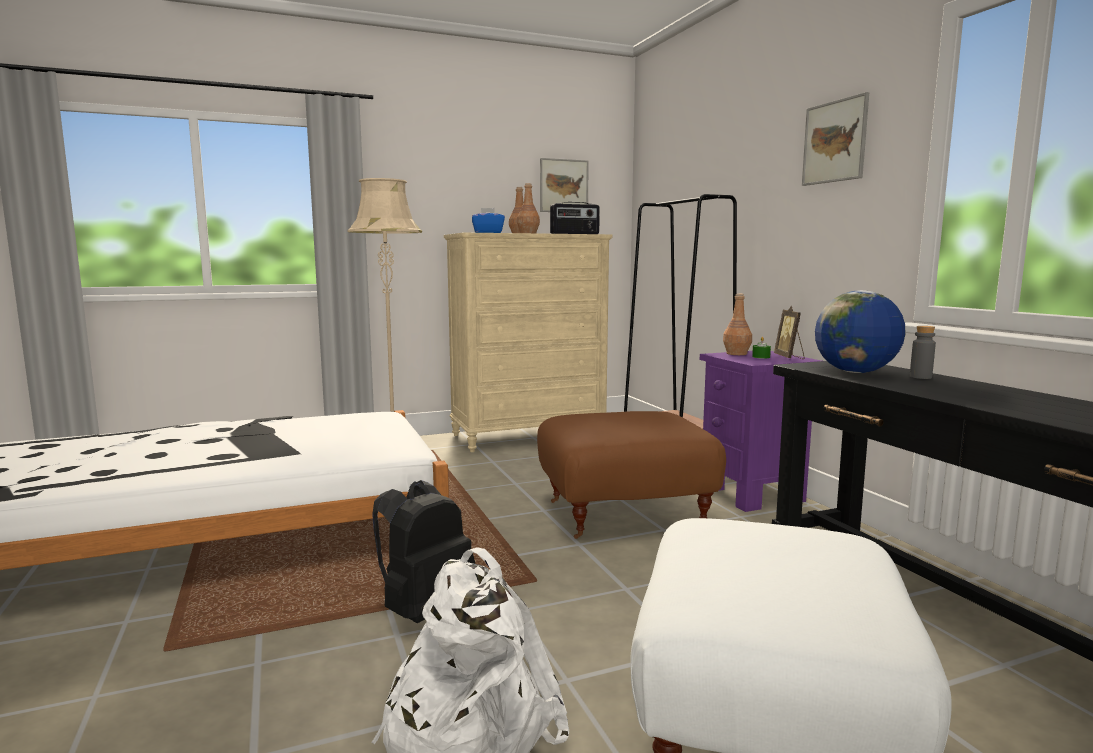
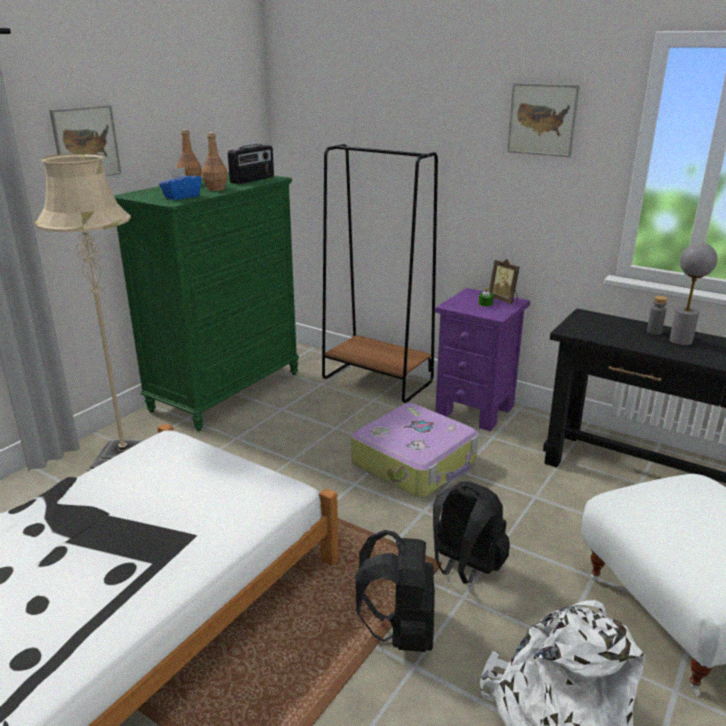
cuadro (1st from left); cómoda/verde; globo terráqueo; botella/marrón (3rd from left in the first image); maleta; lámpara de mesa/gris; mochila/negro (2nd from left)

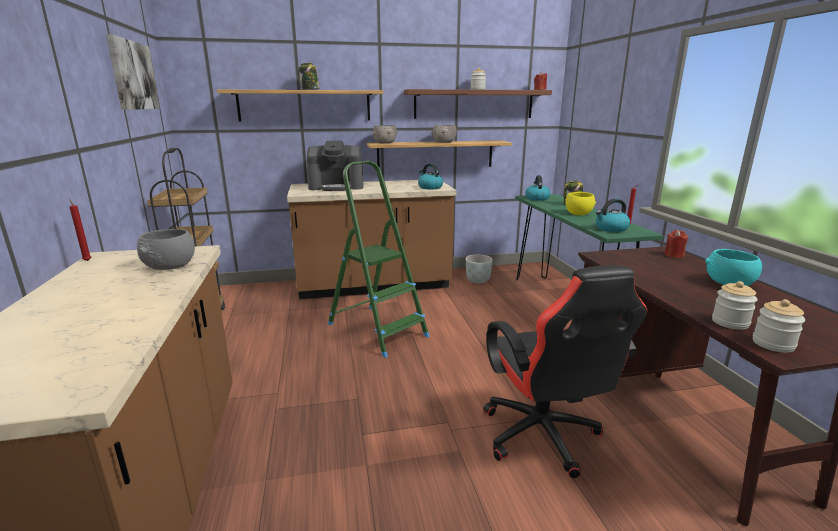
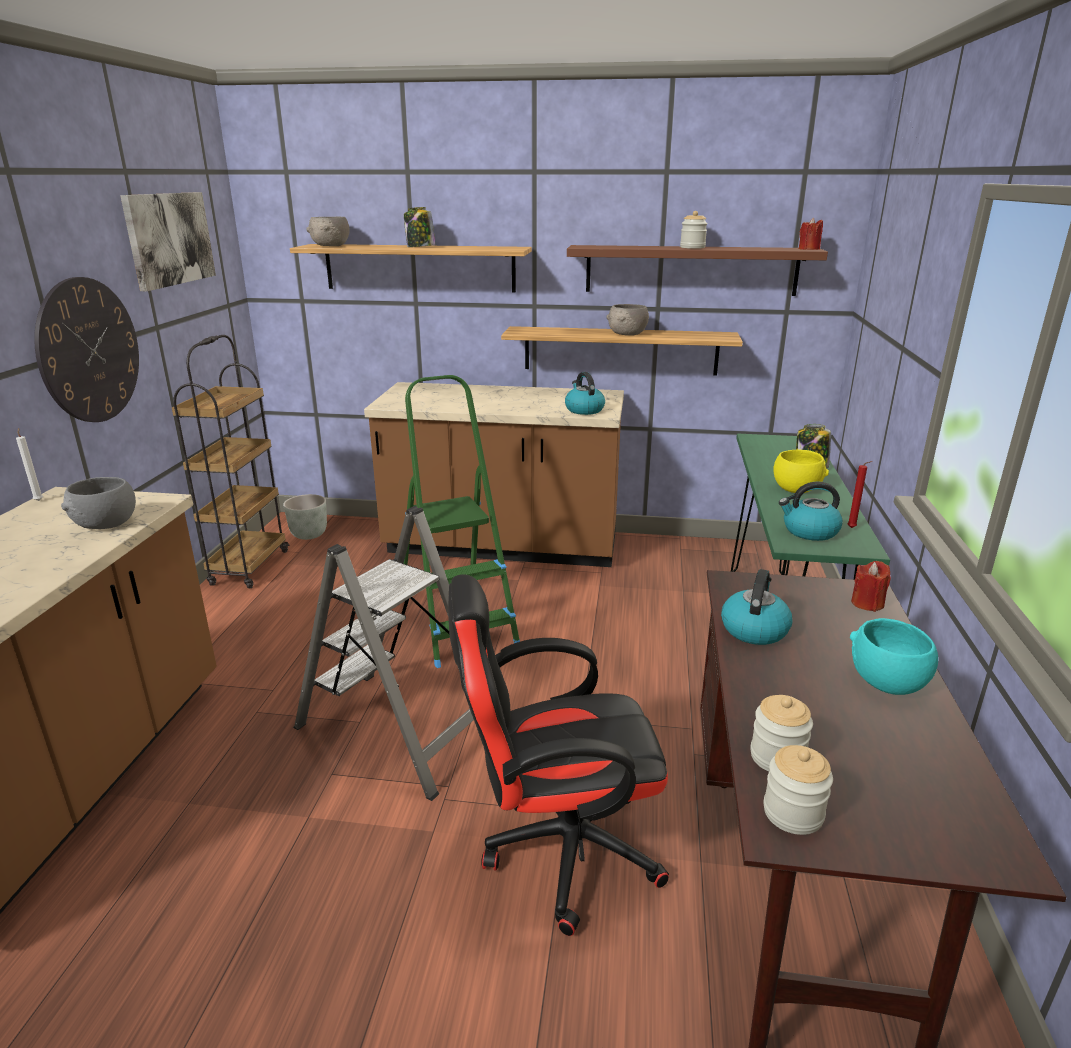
cuenco/gris (2nd from left); cafetera; hervidor (2nd from left); vela/blanco; maceta/gris; silla de oficina/negro; reloj de pared; escalera de tijera/gris

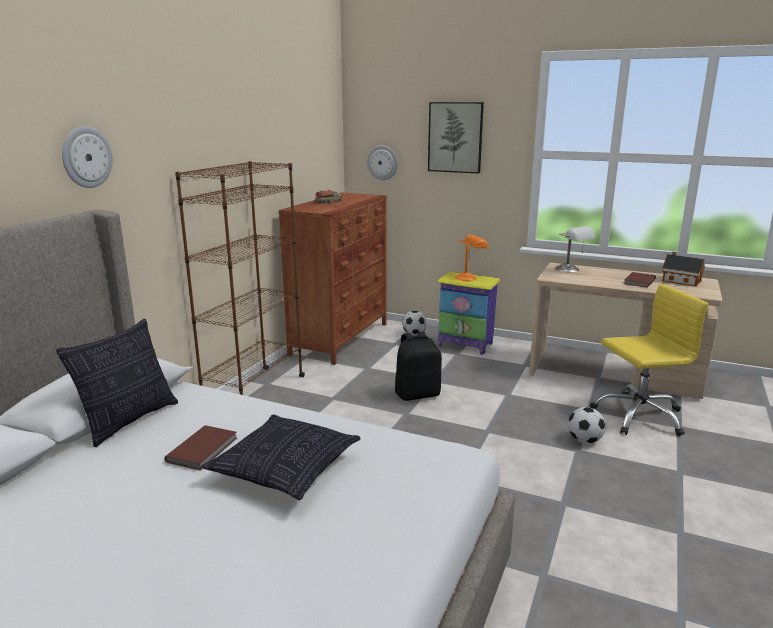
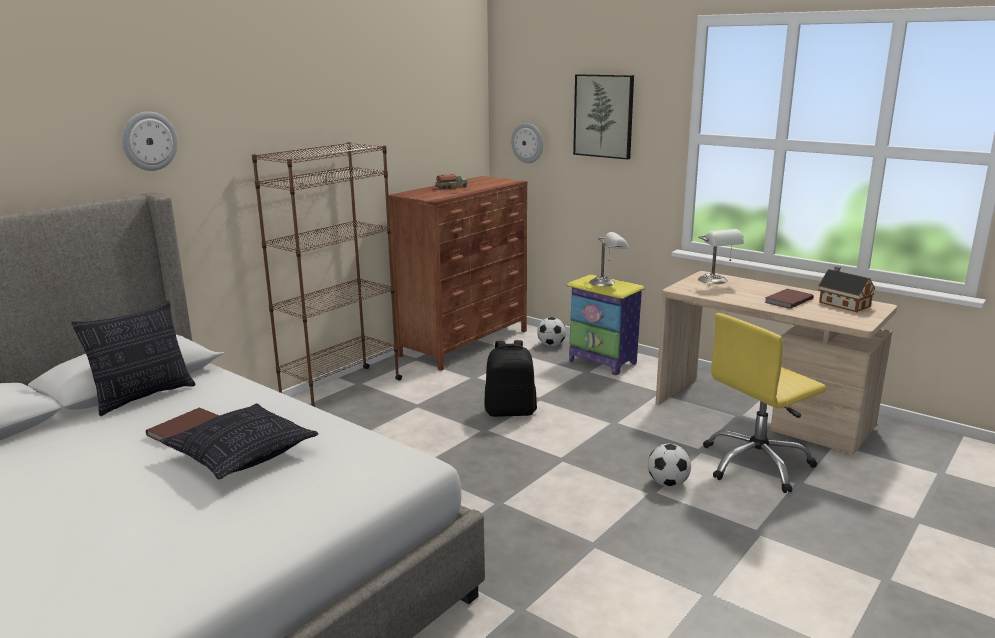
lámpara de mesa/blanco (1st from left); silla de oficina/amarillo

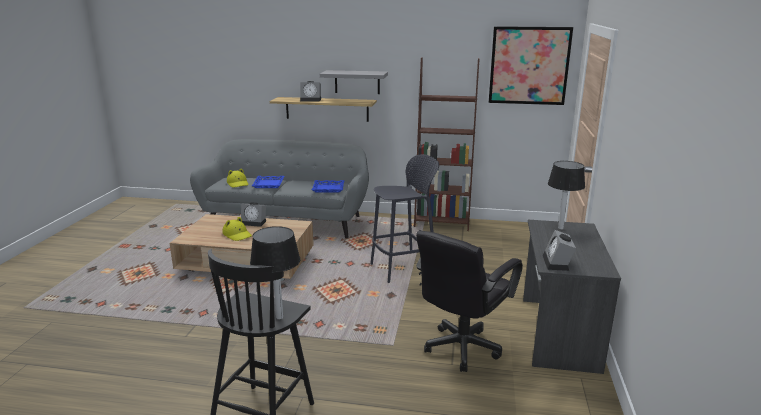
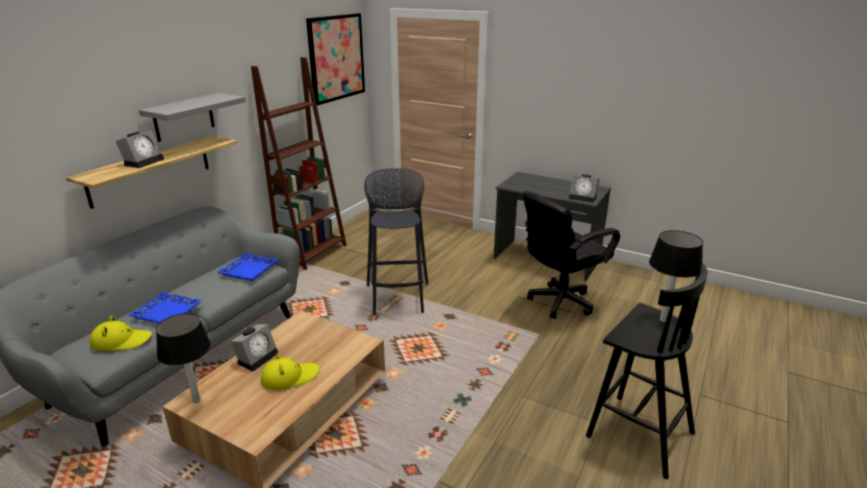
lámpara de mesa (1st from left); silla de oficina/negro

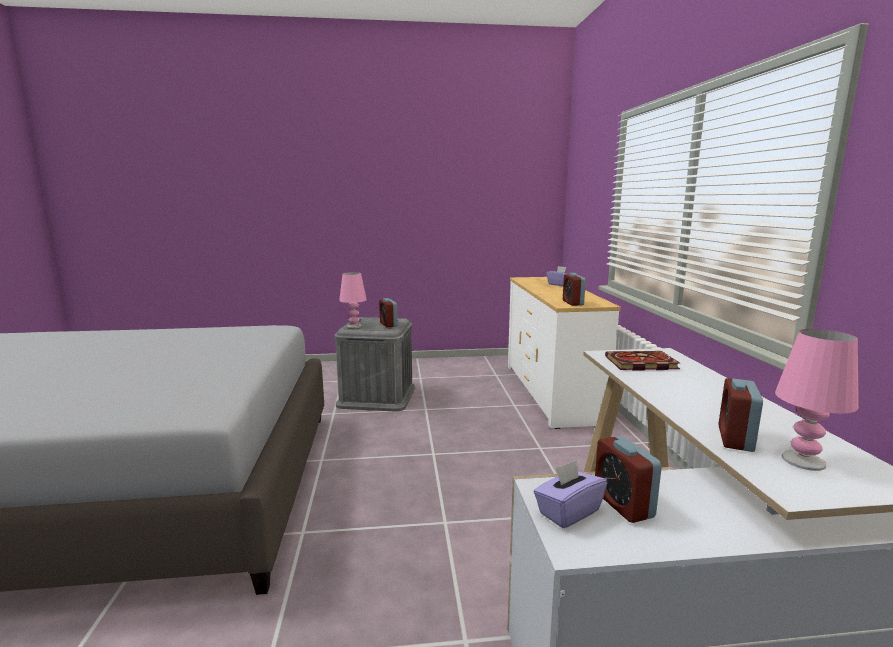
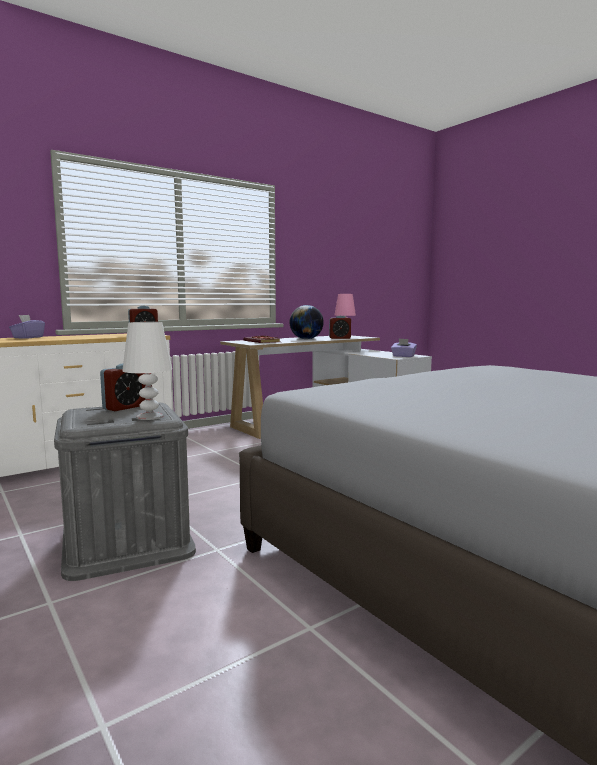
lámpara de mesa/blanco; despertador (3rd from left in the first image); globo terráqueo

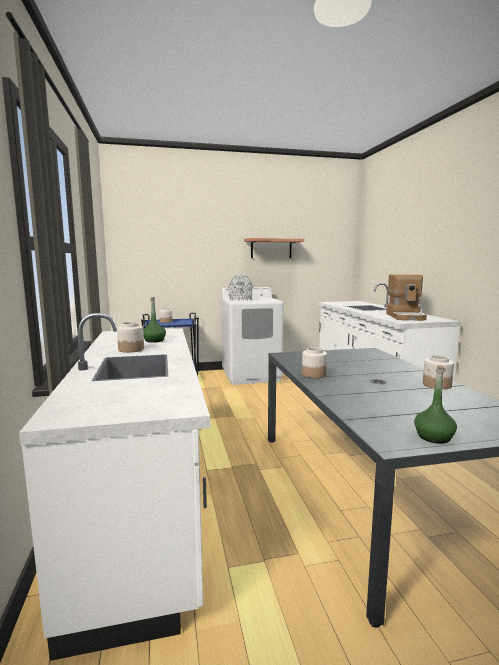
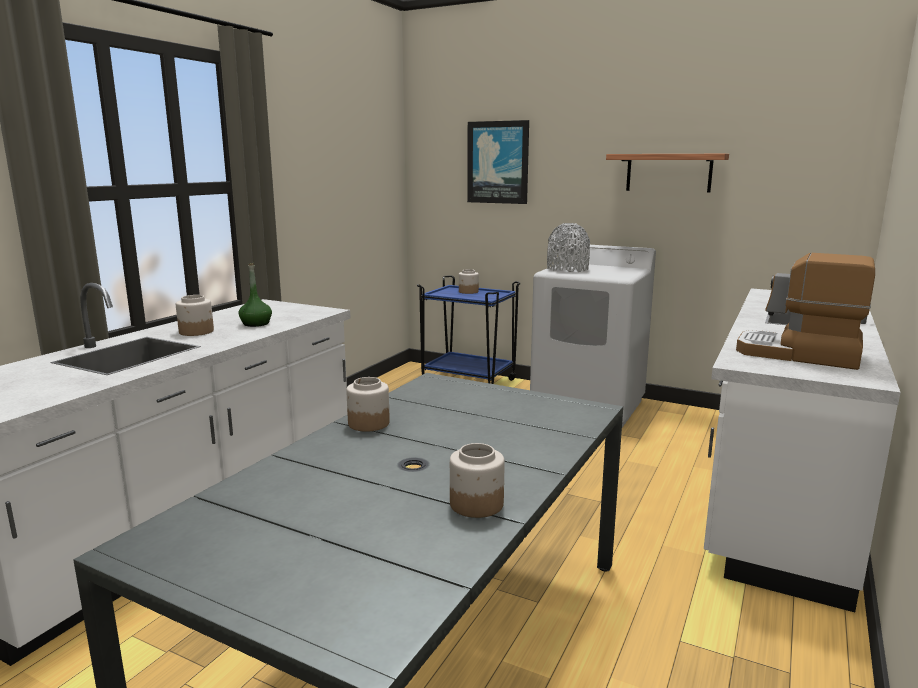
cafetera; botella/verde (2nd from left in the first image); cuadro

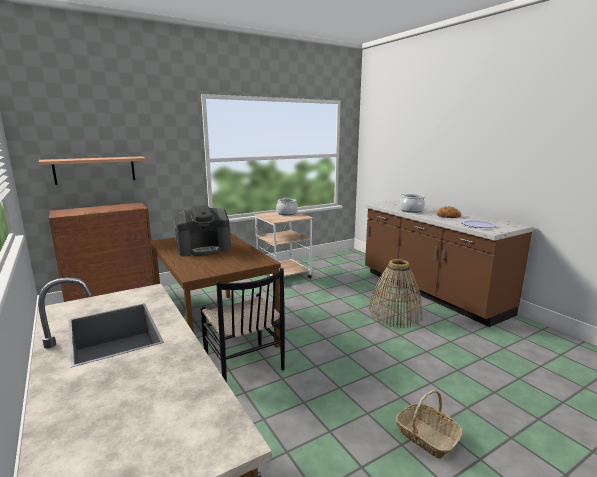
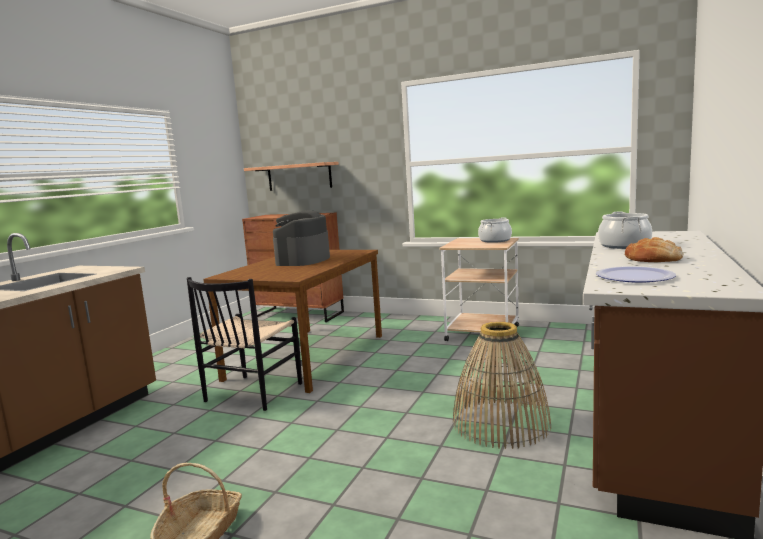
cafetera

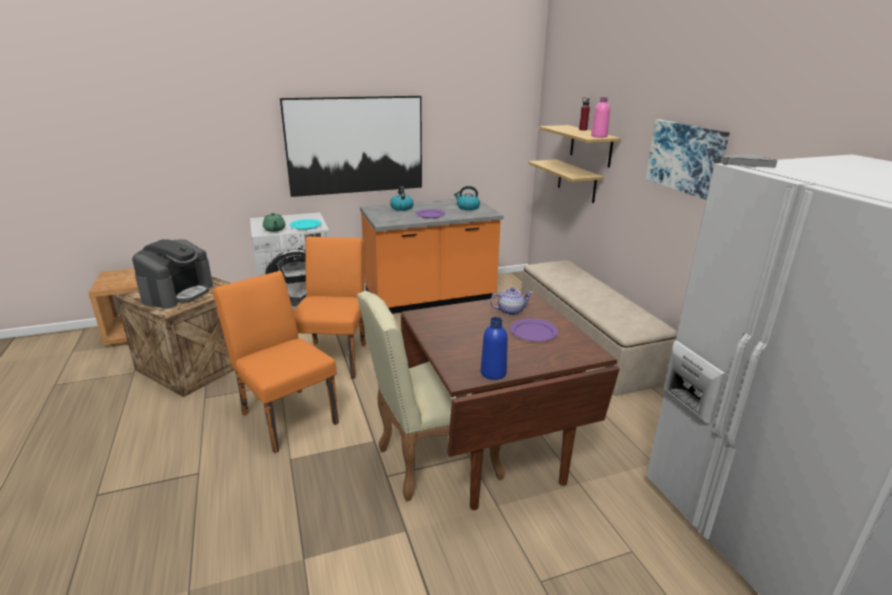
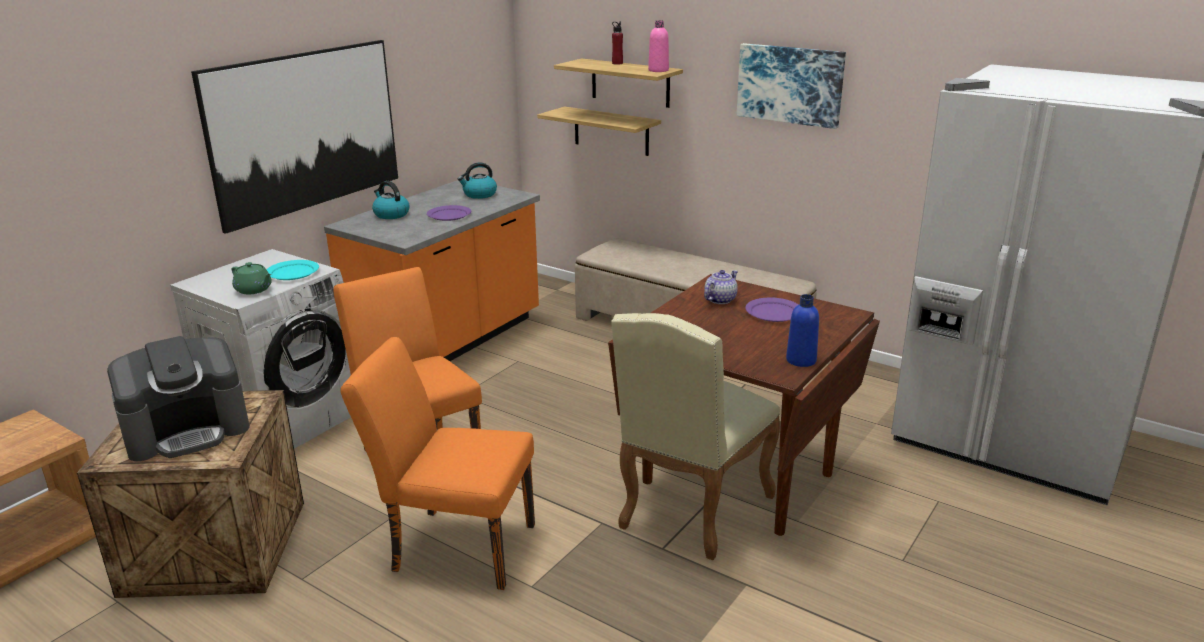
cafetera

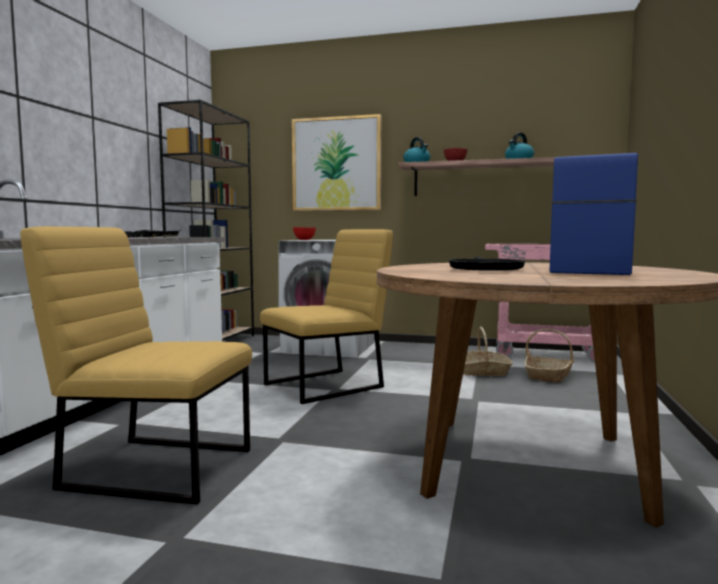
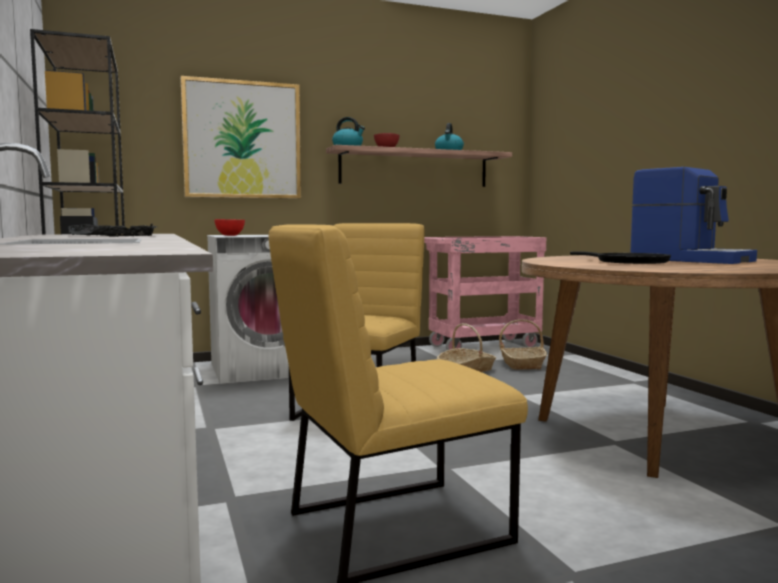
cafetera

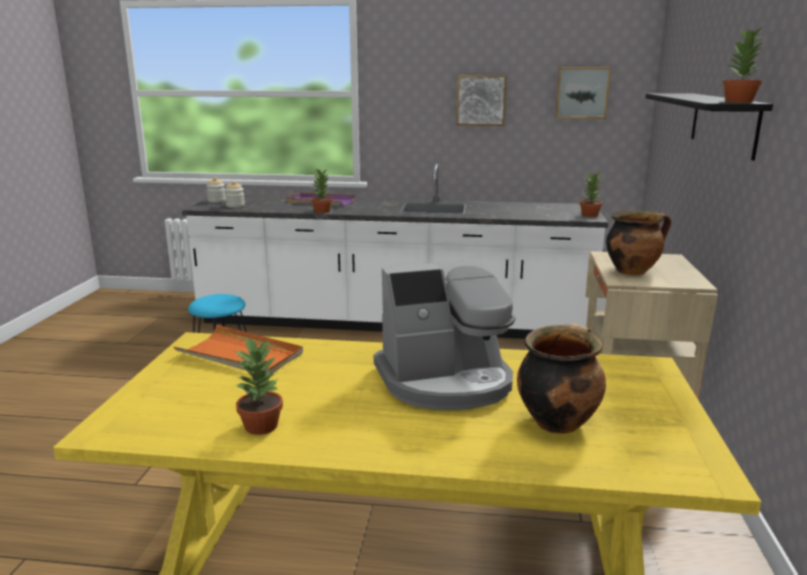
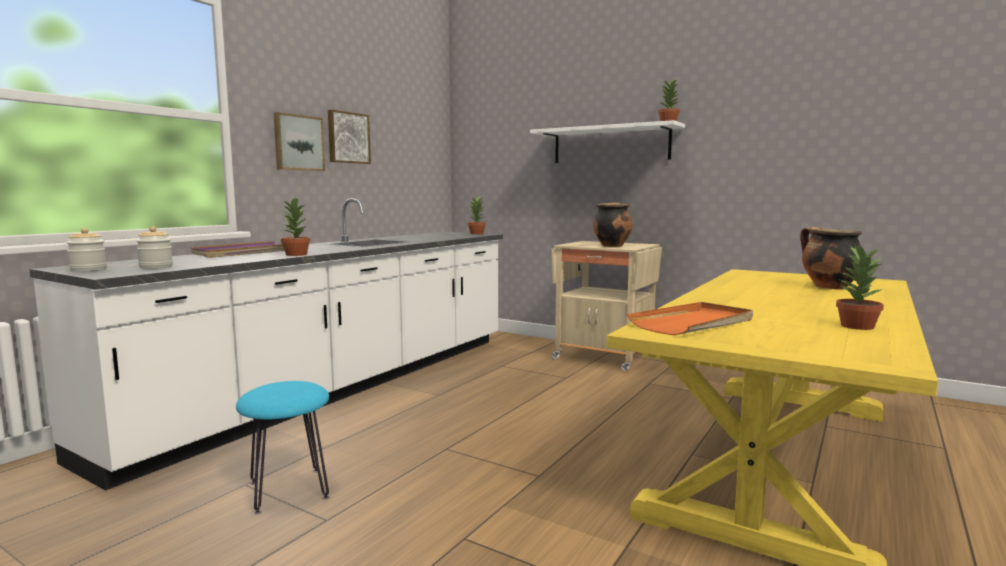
cuadro (1st from left); estante/blanco; cafetera

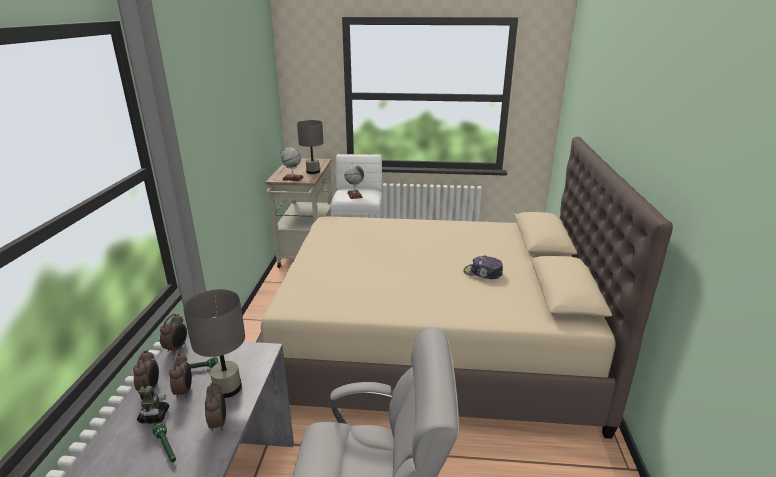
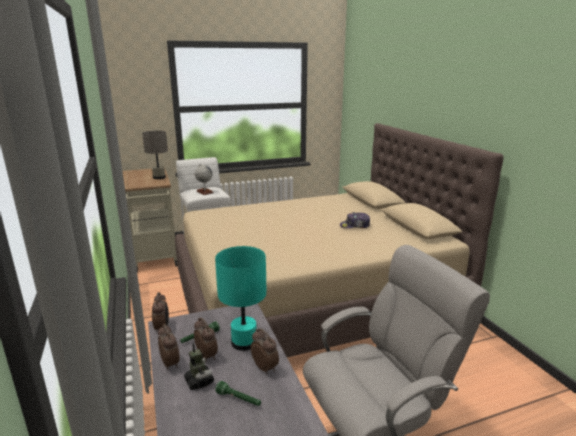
globo terráqueo (1st from left in the first image); lámpara de mesa/turquesa

